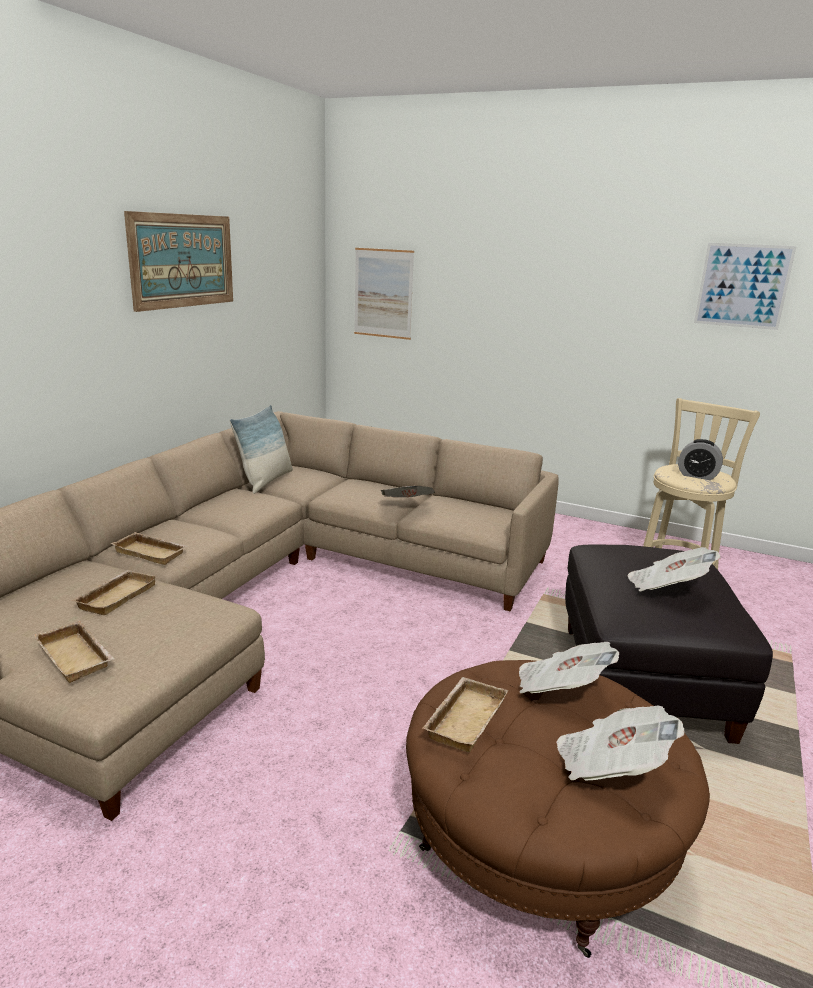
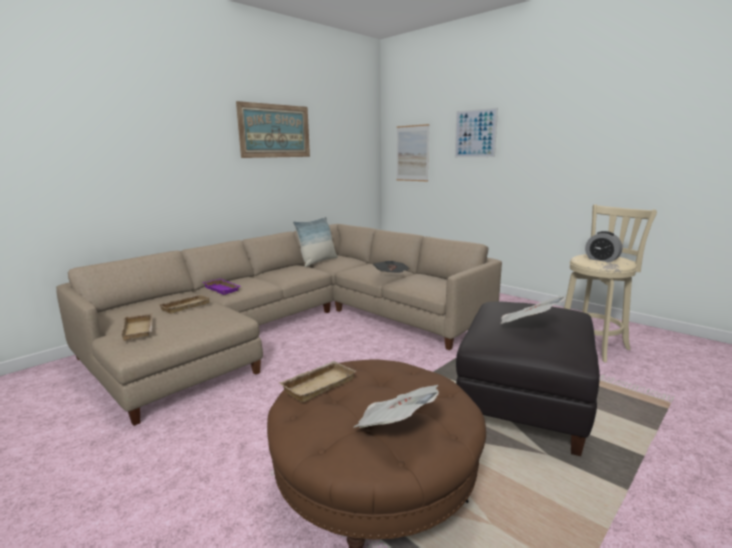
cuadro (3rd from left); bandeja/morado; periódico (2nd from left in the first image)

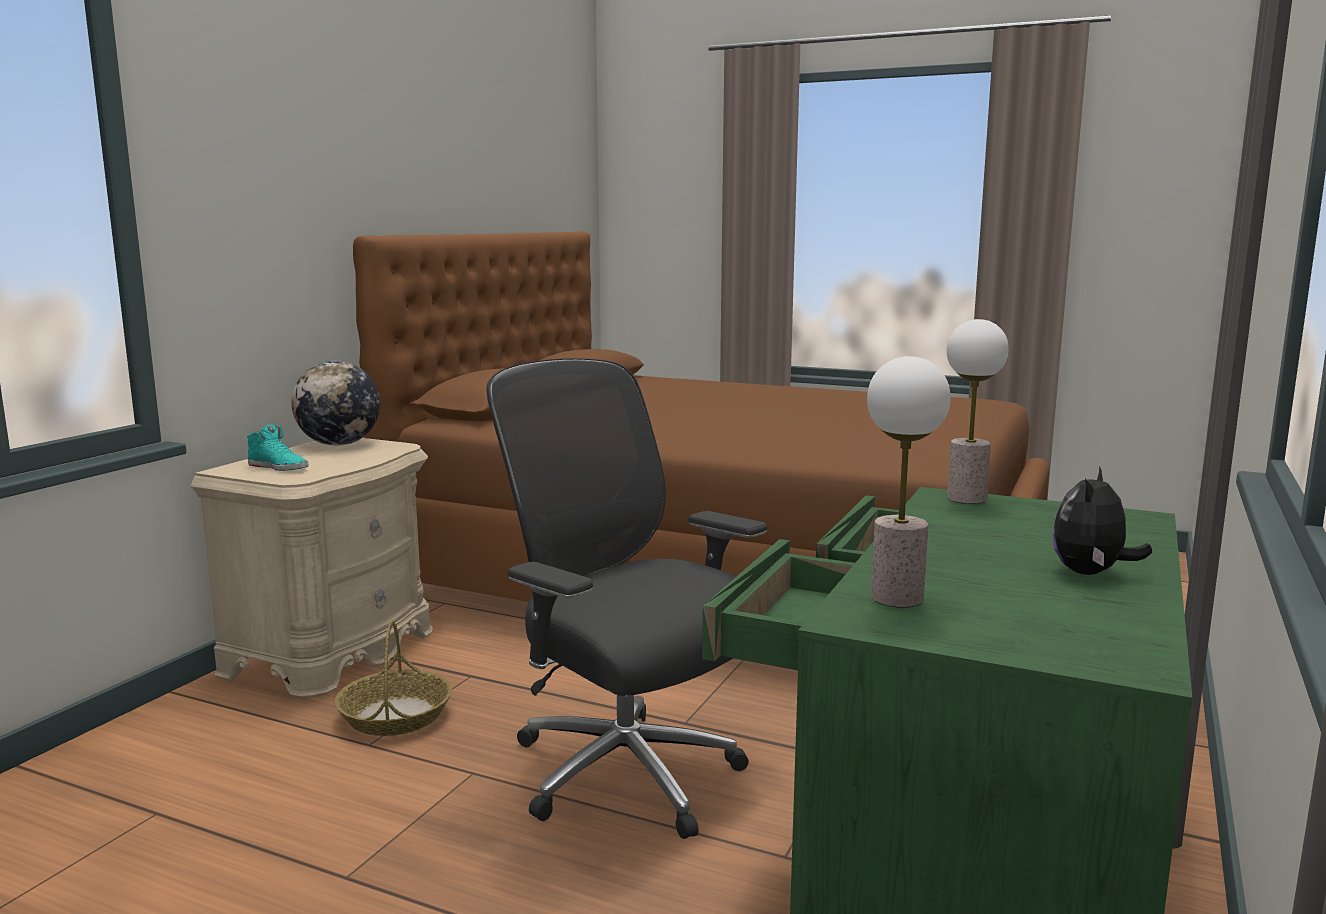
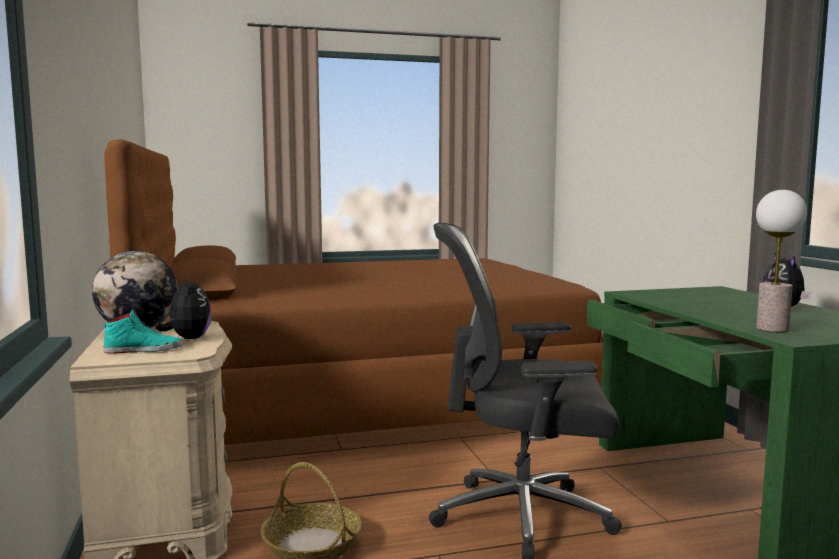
lámpara de mesa (2nd from left in the first image); peluche (1st from left)

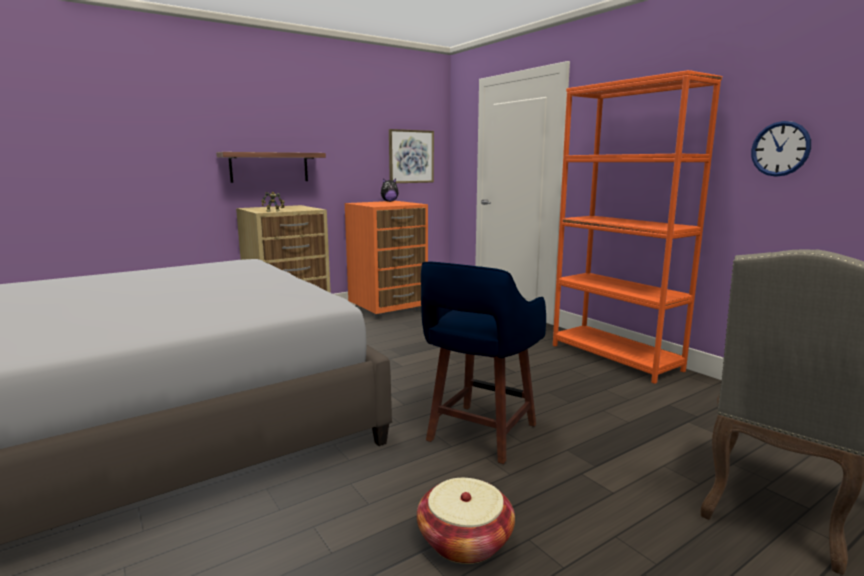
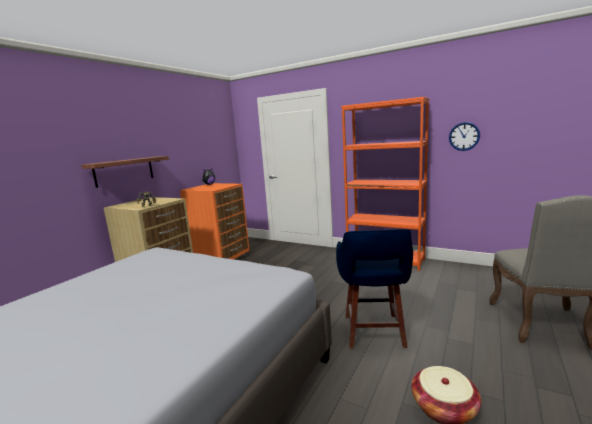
cuadro

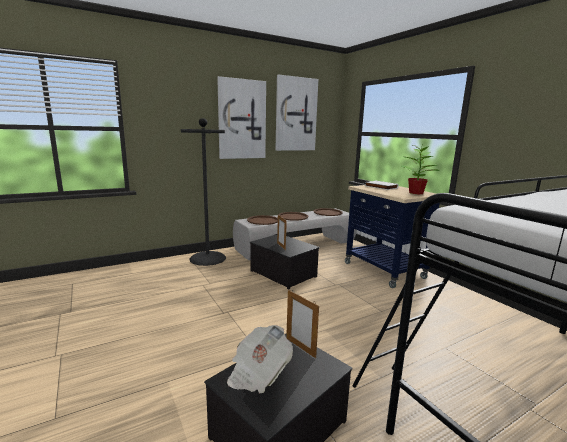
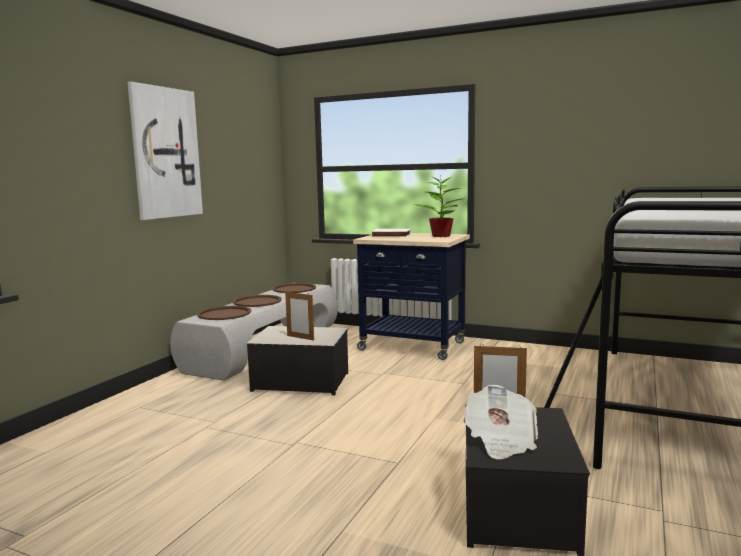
cuadro (2nd from left in the first image); perchero/negro

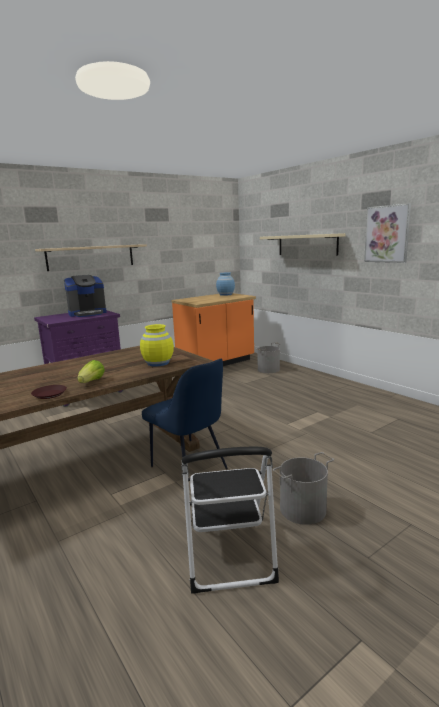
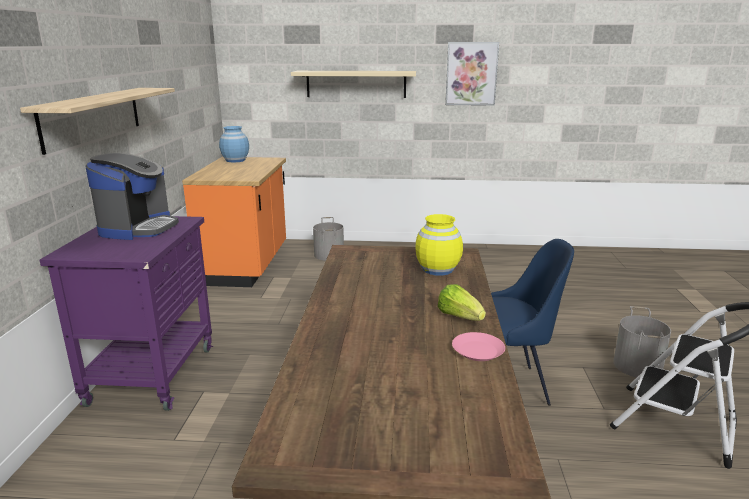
plato/rosa

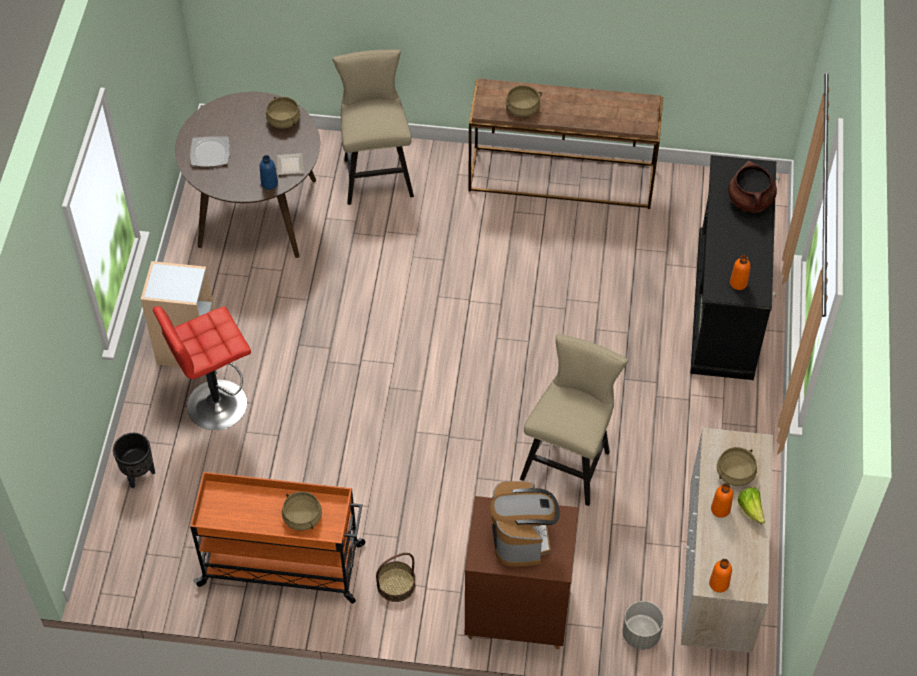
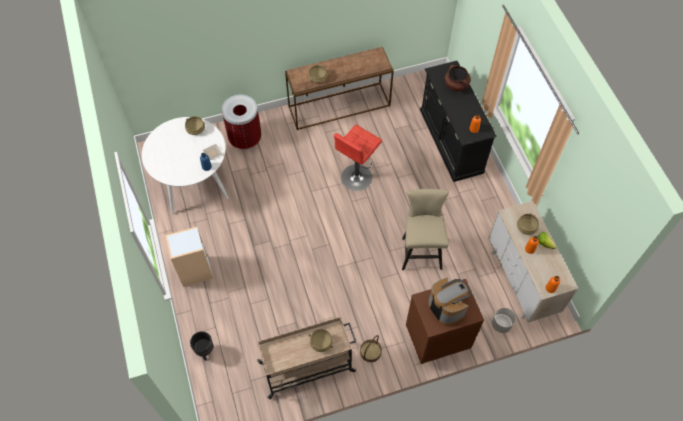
papelera; mesa de comedor/blanco; plato (1st from left in the first image); taburete/rojo; carrito/beis

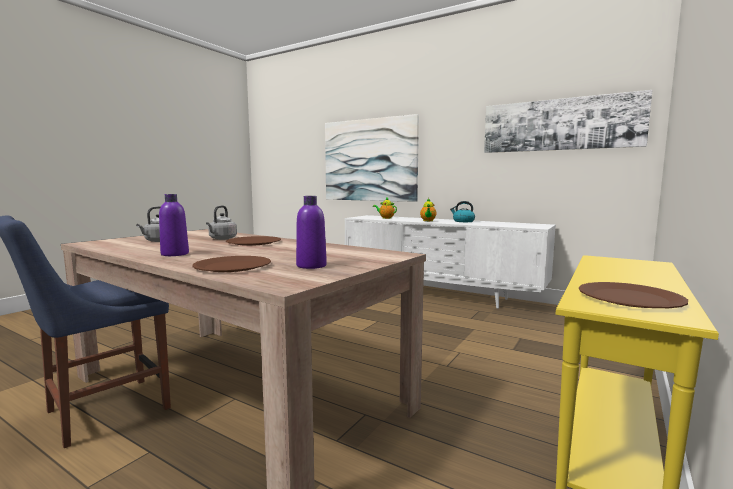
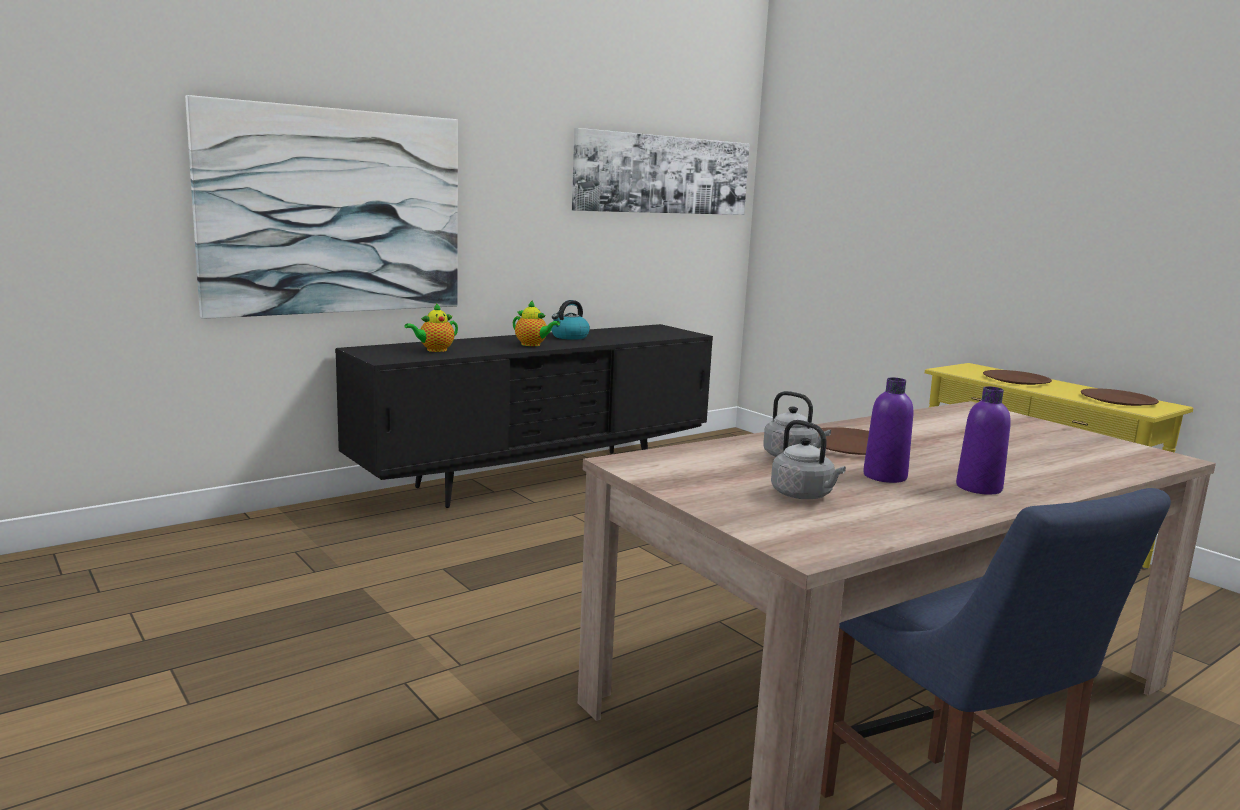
botella/morado (1st from left); armario/negro; plato/marrón (2nd from left)

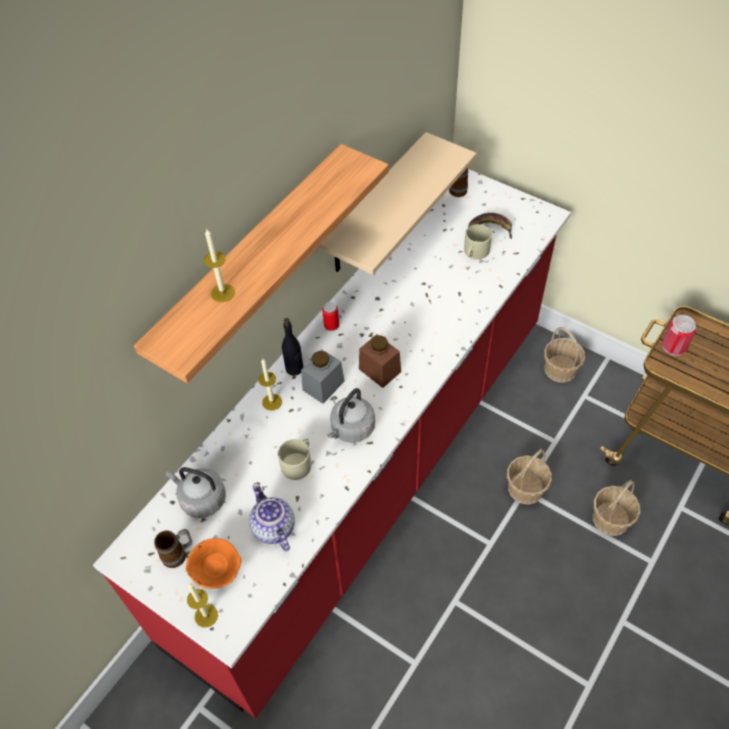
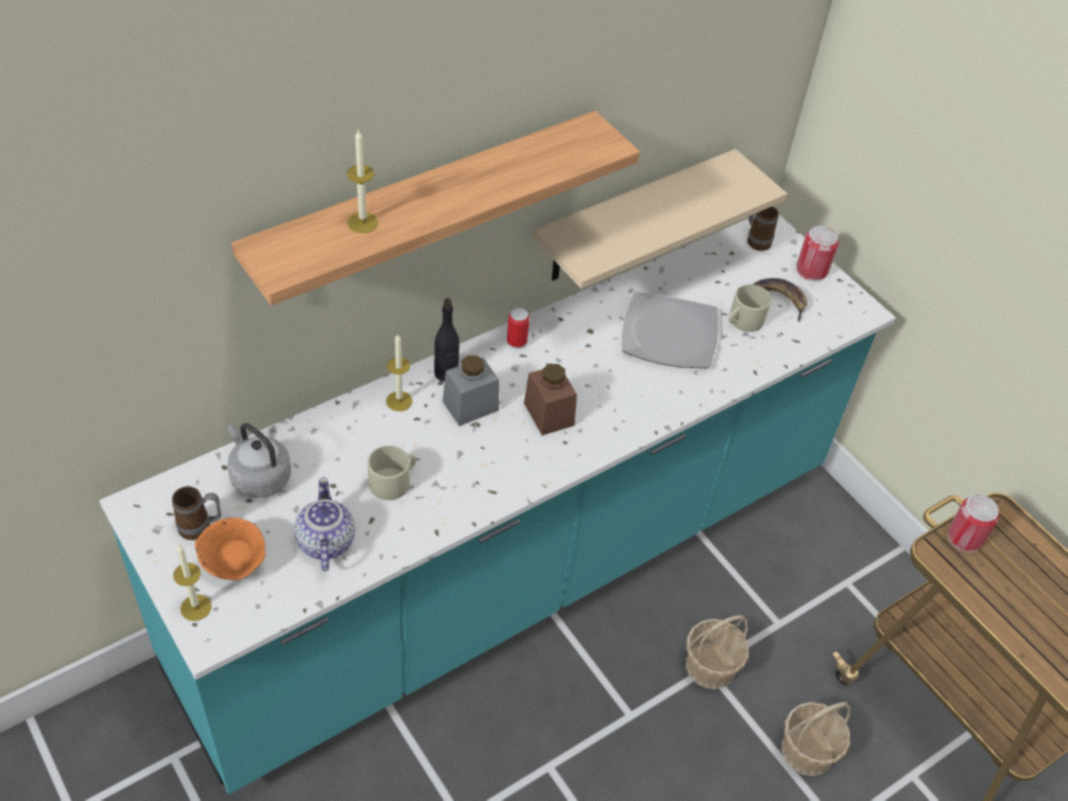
mueble bajo de cocina/turquesa; cesta (2nd from left in the first image); hervidor/gris (2nd from left in the first image); lata (2nd from left); plato

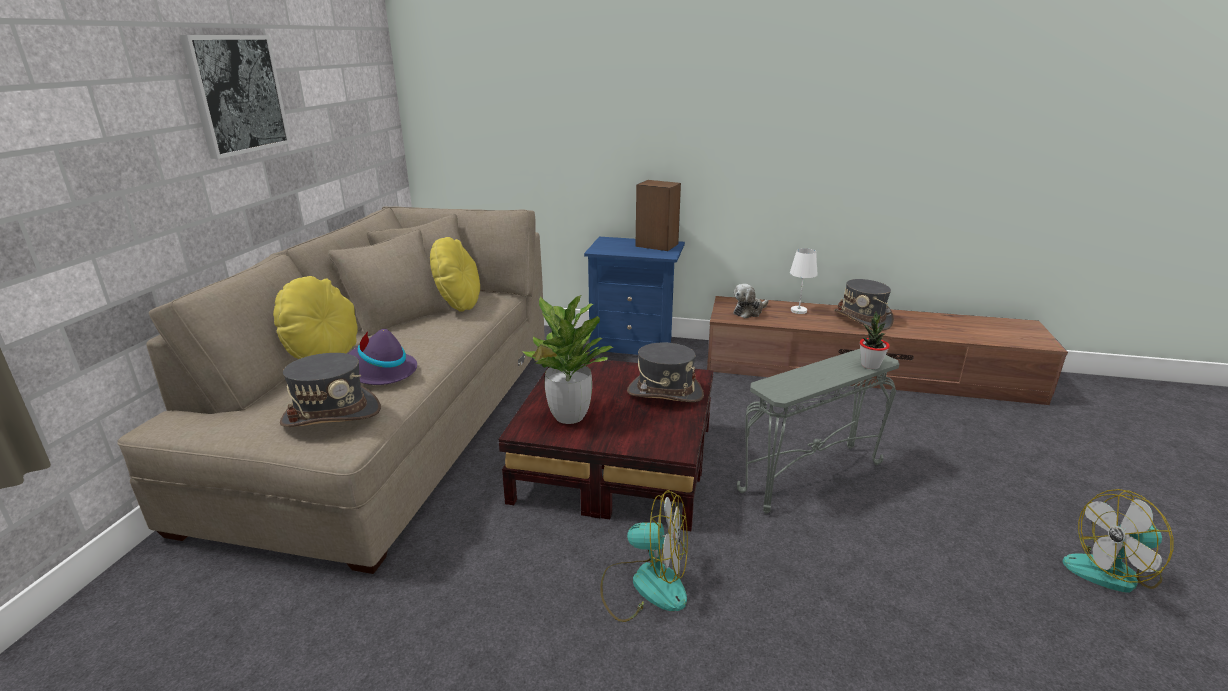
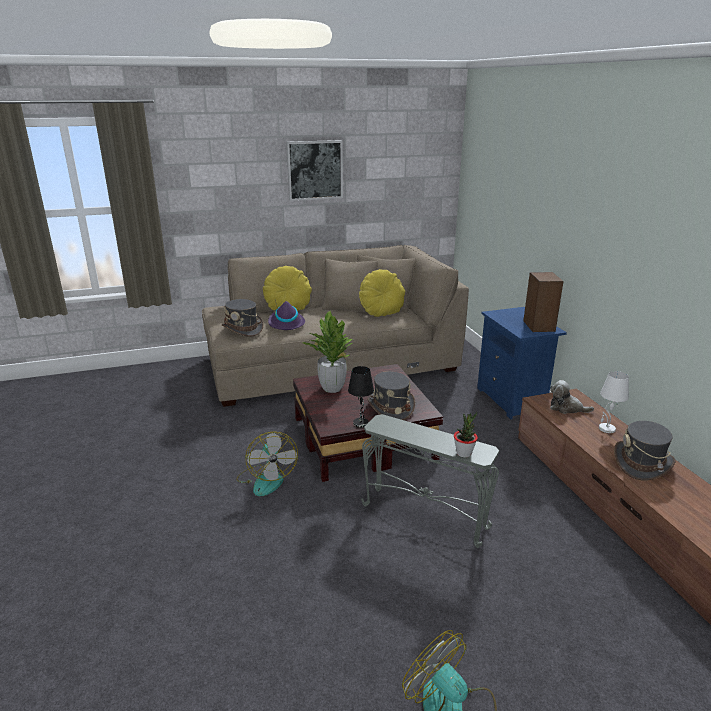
lámpara de mesa/negro

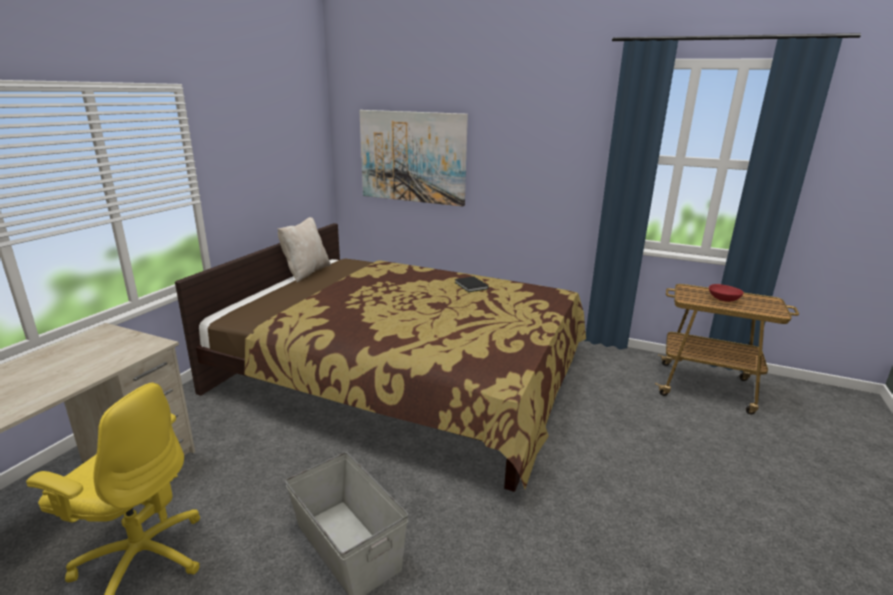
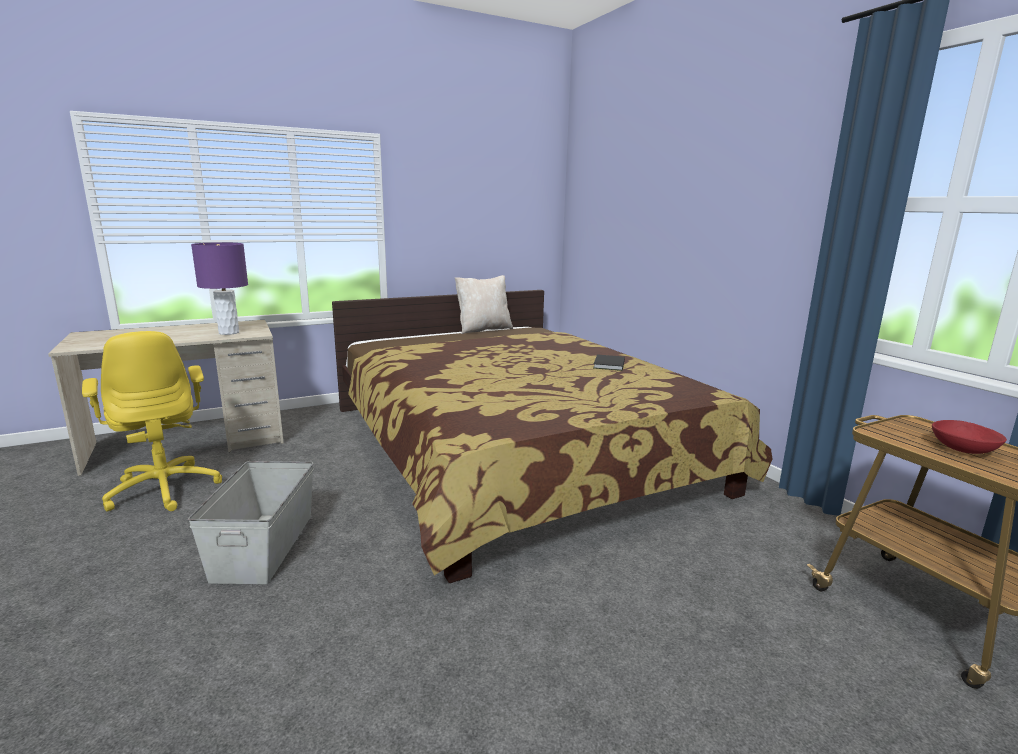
cuadro; lámpara de mesa/morado

